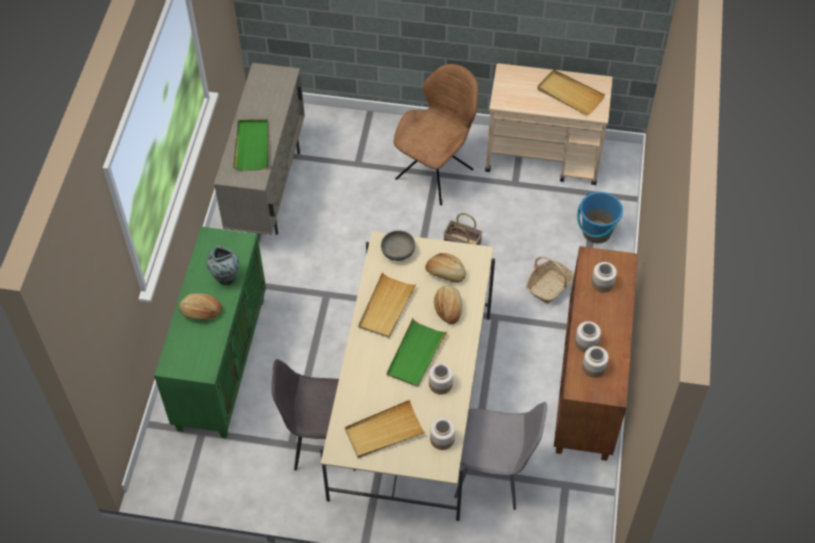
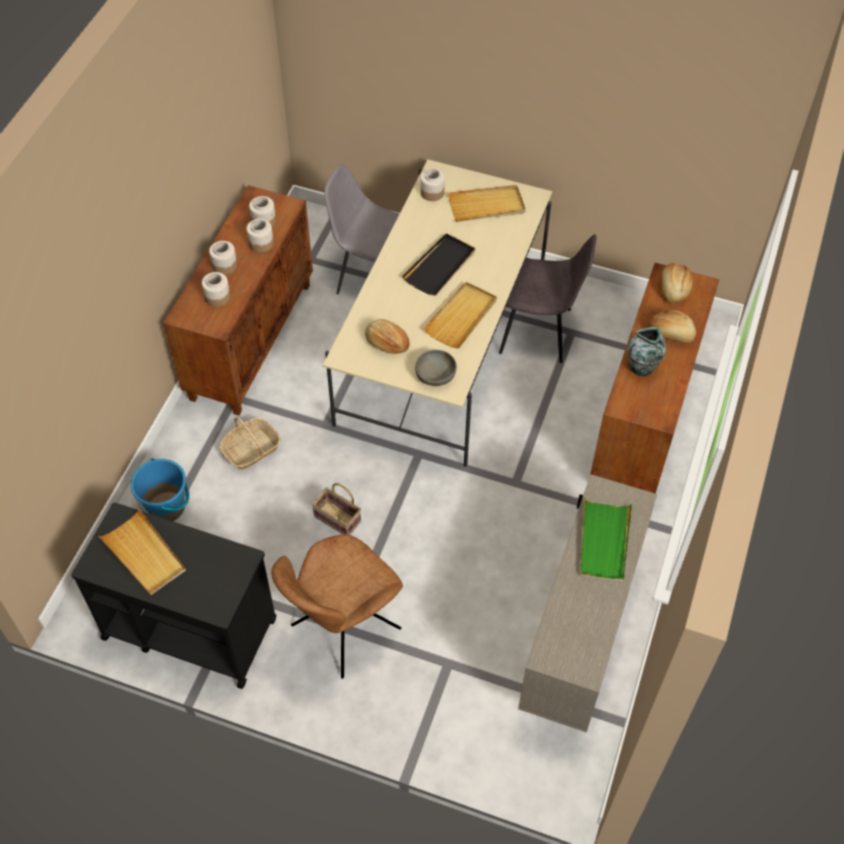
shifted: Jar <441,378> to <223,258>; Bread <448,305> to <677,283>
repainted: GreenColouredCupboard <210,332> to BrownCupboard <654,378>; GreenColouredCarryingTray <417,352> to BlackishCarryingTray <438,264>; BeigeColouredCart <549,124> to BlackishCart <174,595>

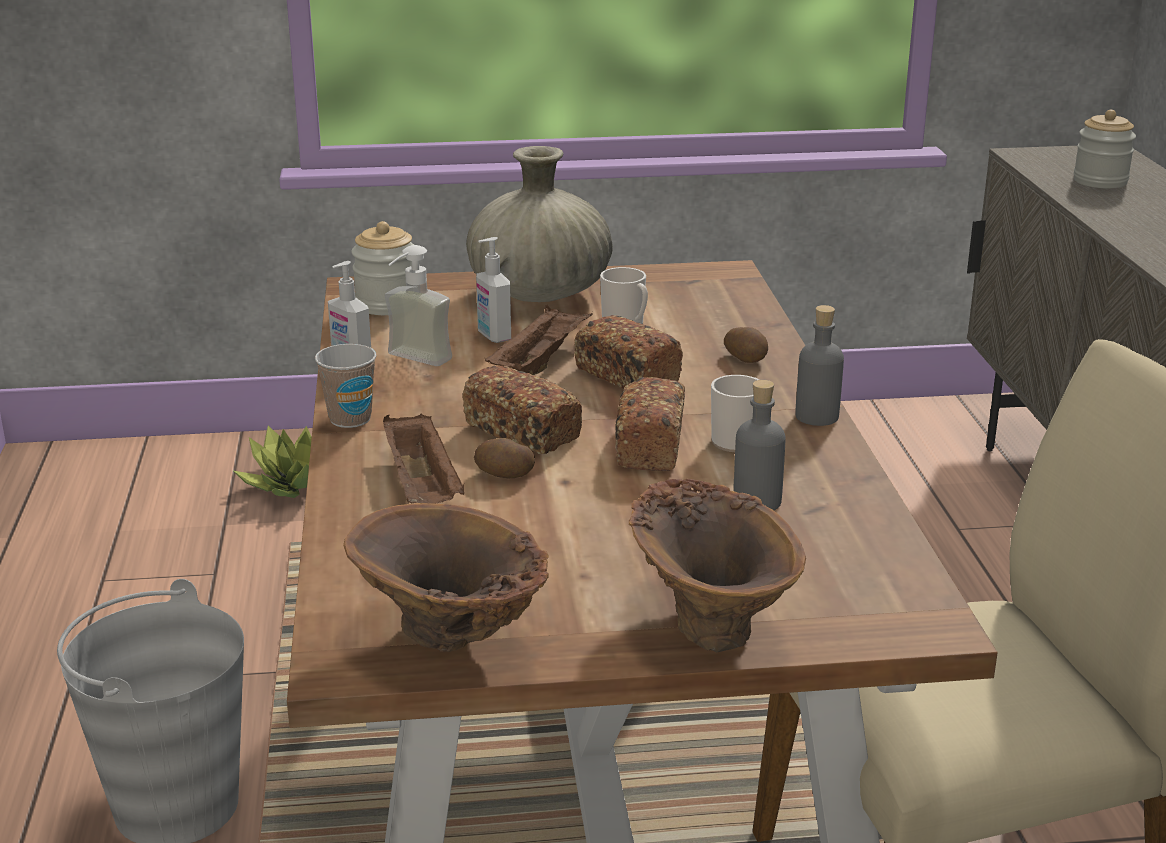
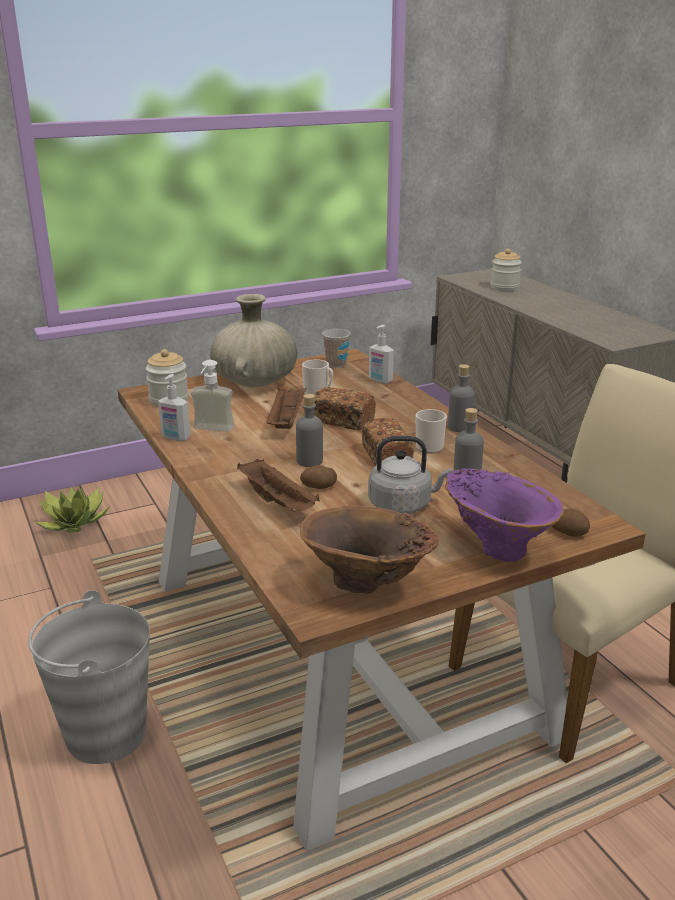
new: GreyKettle <410,475>
shifted: SmallCup <345,386> to <336,348>; SoapBottle <493,290> to <381,354>; WholePotato <746,345> to <571,523>
swapped: Bread <522,410> to GreyDrinkBottle <309,430>
repainted: BrownVase <717,565> to PurpleColouredVase <504,515>

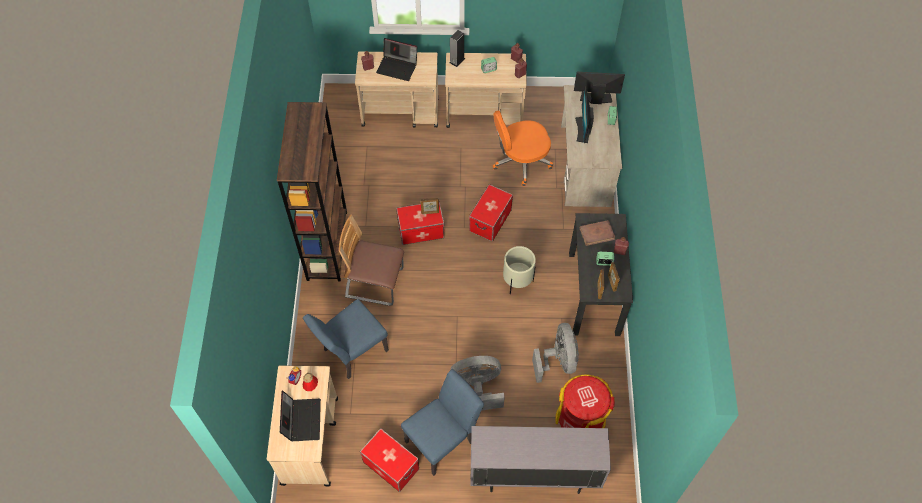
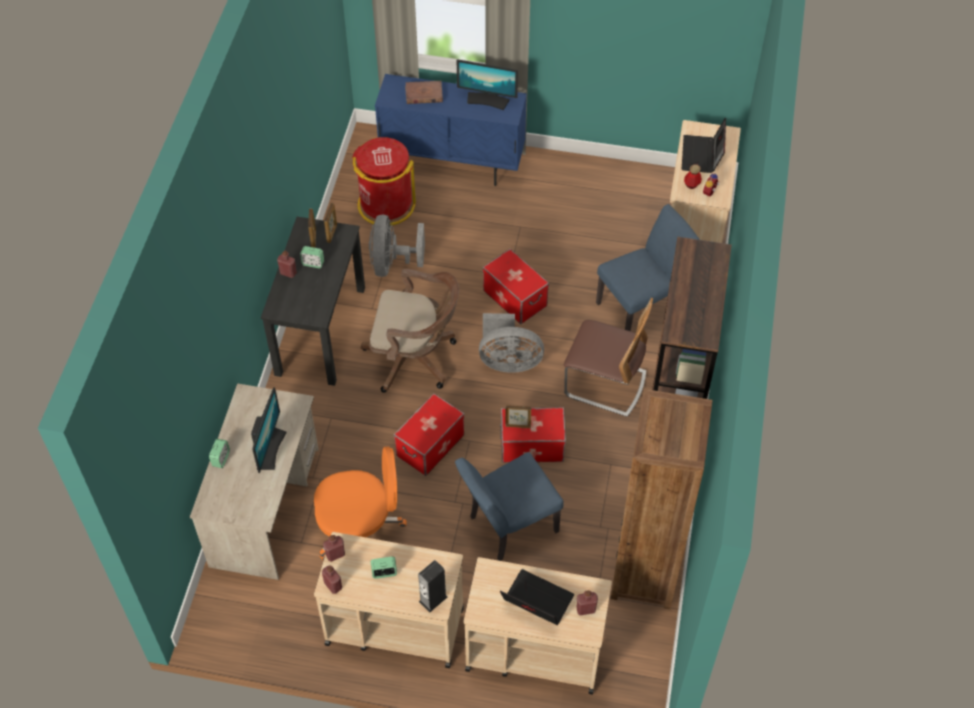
new: BrownShelvingUnit <662,499>
shifted: StorageBin <389,460> to <516,286>; BlueColouredUprightChair <442,422> to <509,506>; GreyElectricFan <477,383> to <511,343>; Monitor <599,88> to <487,84>; BrownVolume <597,233> to <424,92>
swapped: BeigeColouredPlanter <519,270> to BrownComputerChair <410,331>
repainted: GreyCupboard <540,460> to BlueColouredCupboard <451,130>

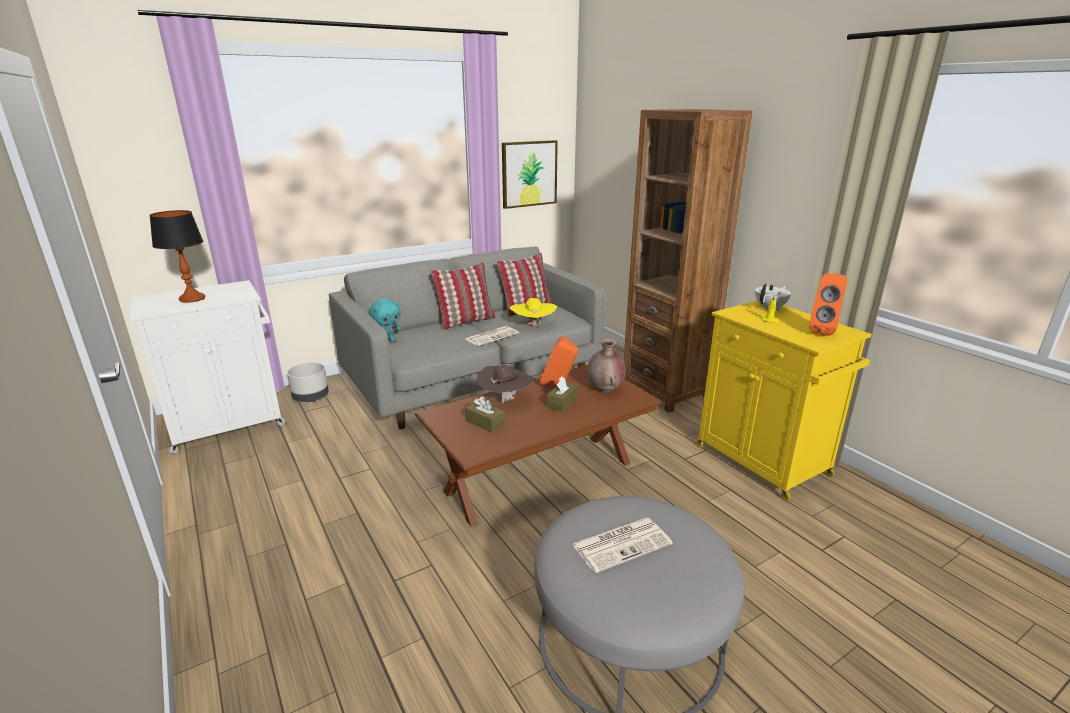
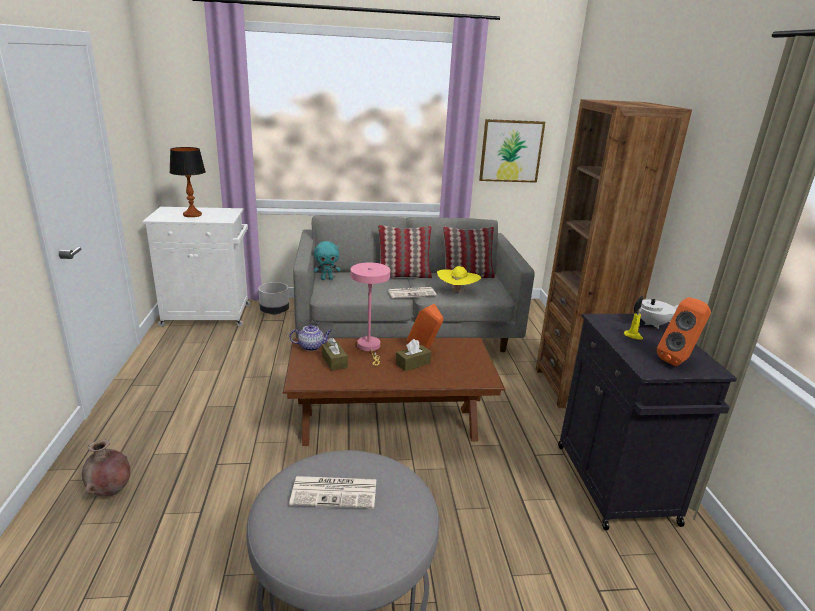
new: TeaPot <310,338>
shifted: BrownVase <607,366> to <106,467>
swapped: BrownHat <505,384> to PinkColouredTableLamp <370,314>
repainted: YellowCupboard <783,401> to BlackishCupboard <647,422>

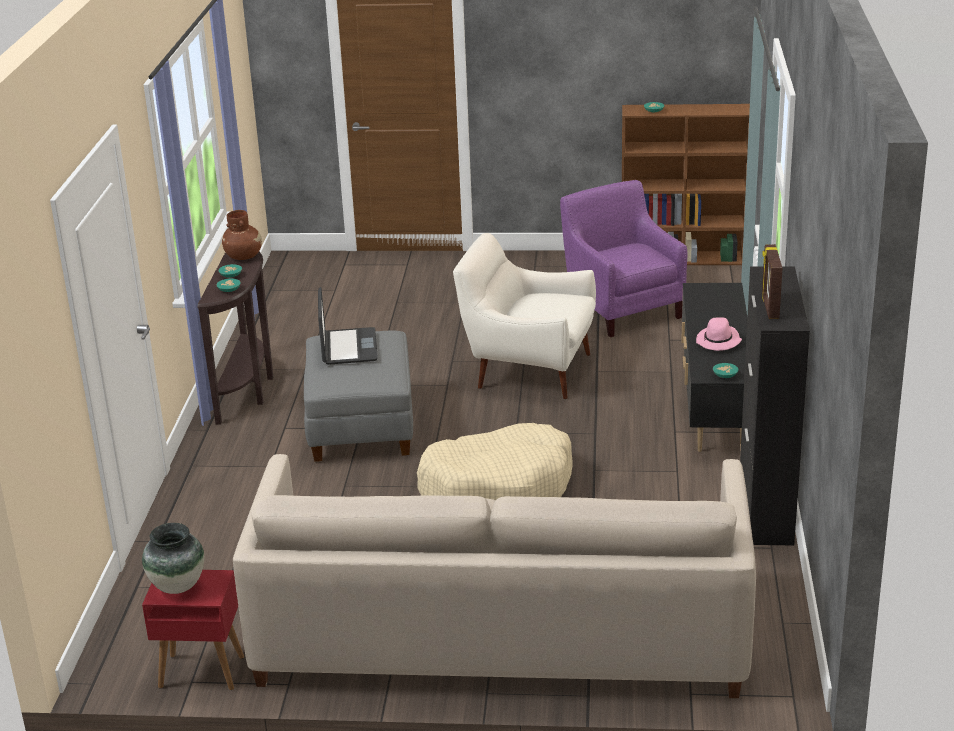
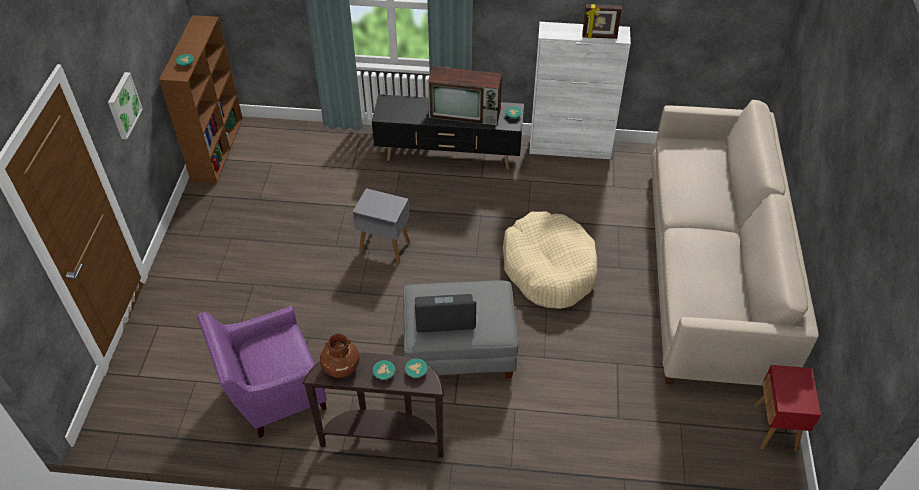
gone: Vase <173,558>
new: WallPicture <125,105>
shifted: PurpleColouredLoungeChair <623,258> to <262,372>
swapped: WhiteColouredLoungeChair <524,316> to GreySideTable <381,225>; PinkColouredHat <719,334> to Tv <465,96>
repainted: BlackishCupboard <775,406> to WhiteColouredCupboard <580,90>

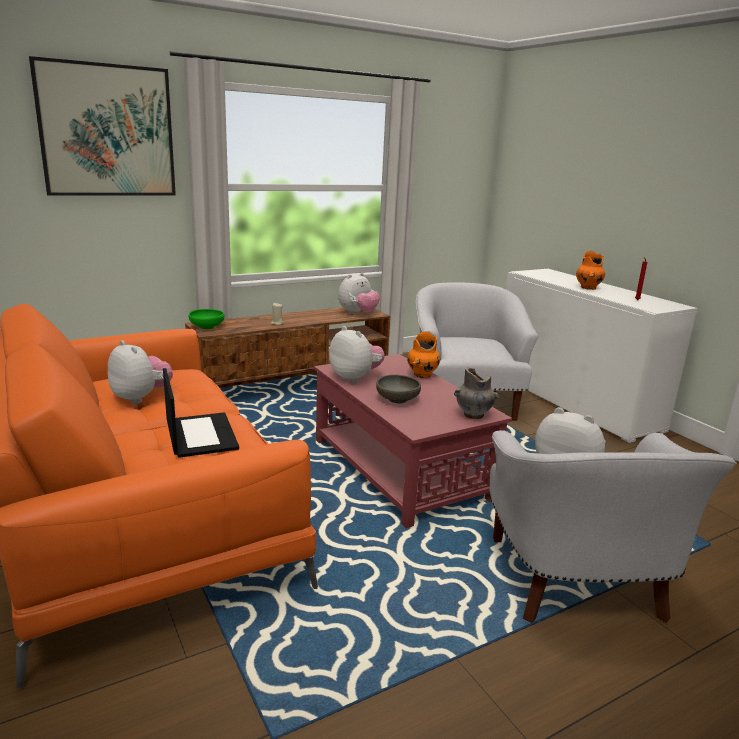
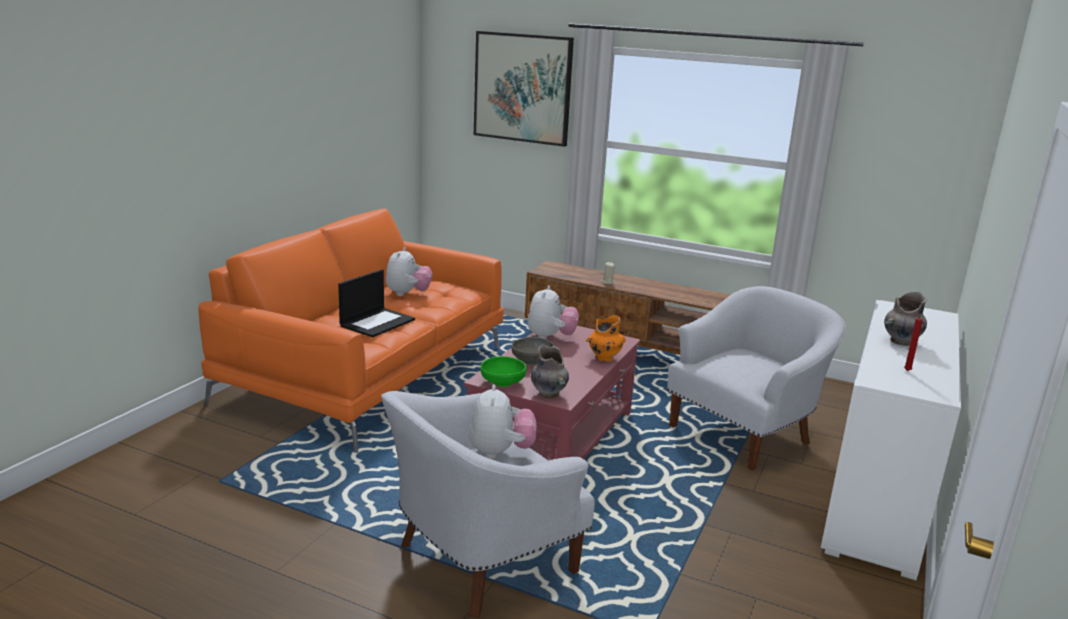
gone: SoftToy <359,293>
shifted: GreenColouredBowl <206,319> to <503,371>
repainted: OrangeyVase <590,270> to GreyVase <905,319>

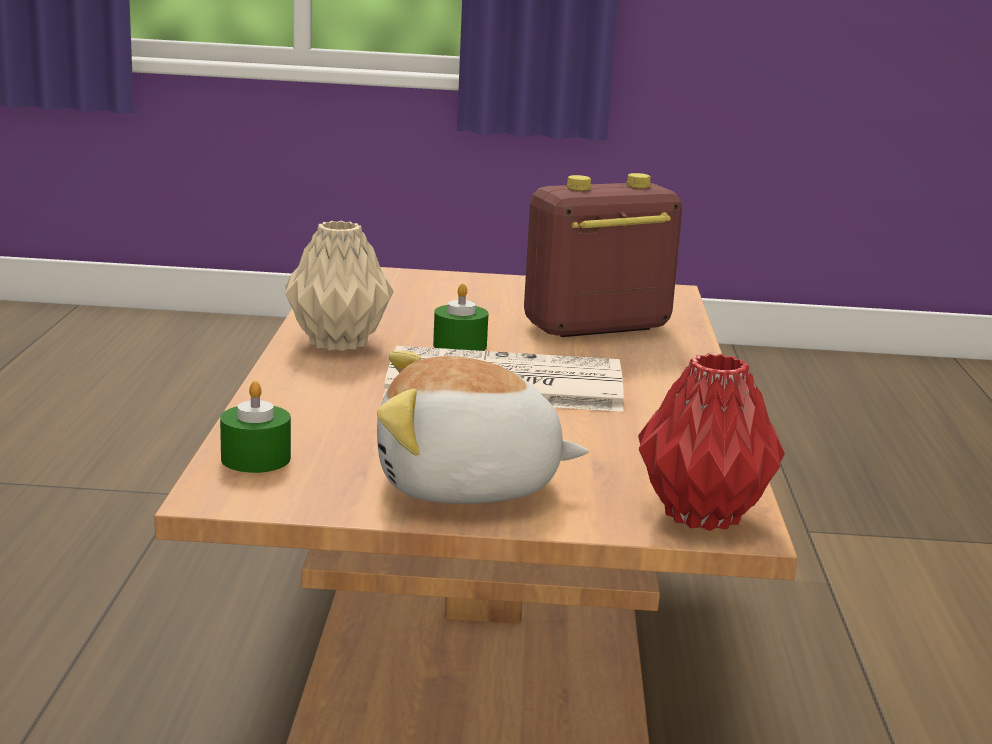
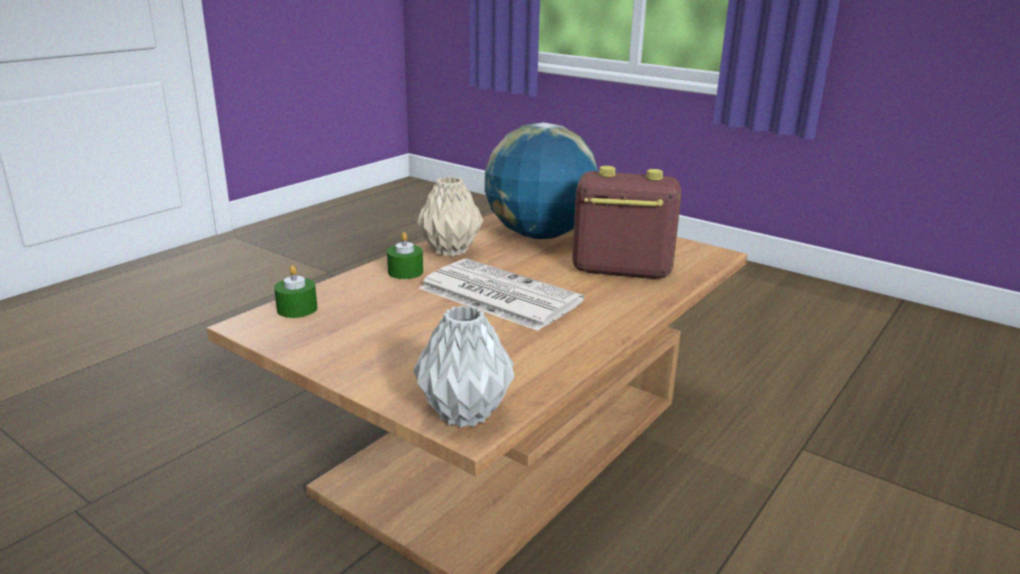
gone: SoftToy <483,427>
new: Globe <541,180>
shifted: GreenColouredCandle <461,317> to <405,255>
repainted: RedColouredVase <711,442> to GreyVase <464,366>

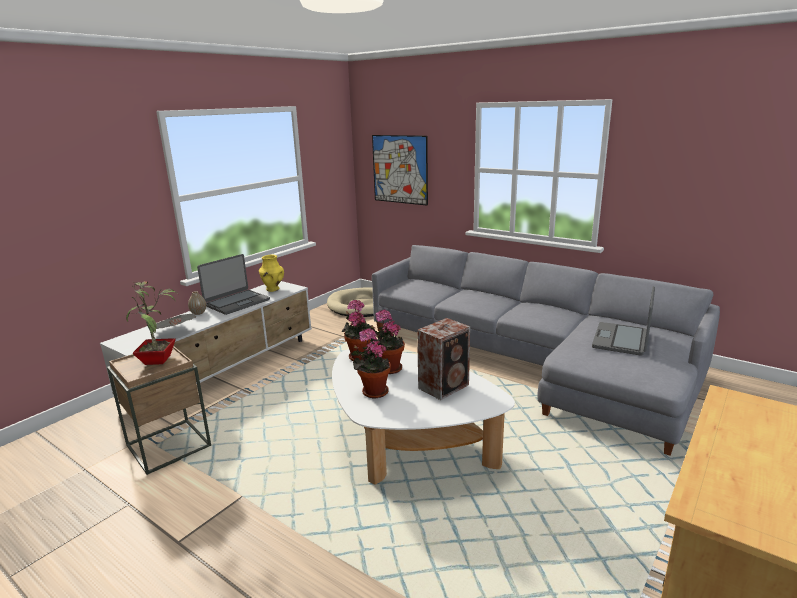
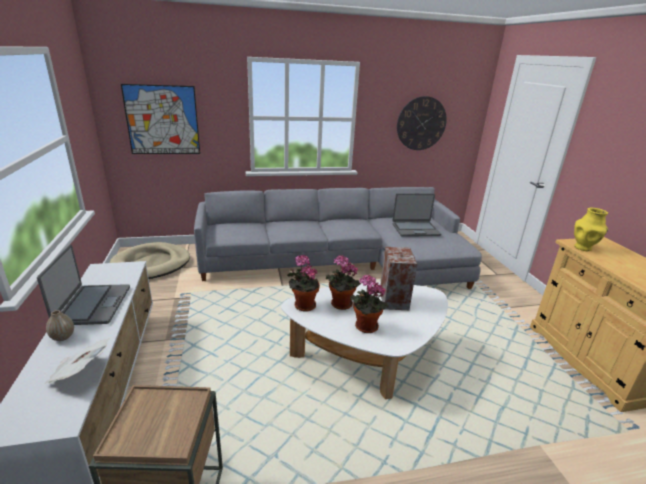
gone: PlantInAPot <151,323>
new: ClockOnTheWall <422,123>
shifted: YellowVase <271,273> to <591,229>
rotated: NotebookComputer <623,321> = <416,215> 75 degrees counterclockwise

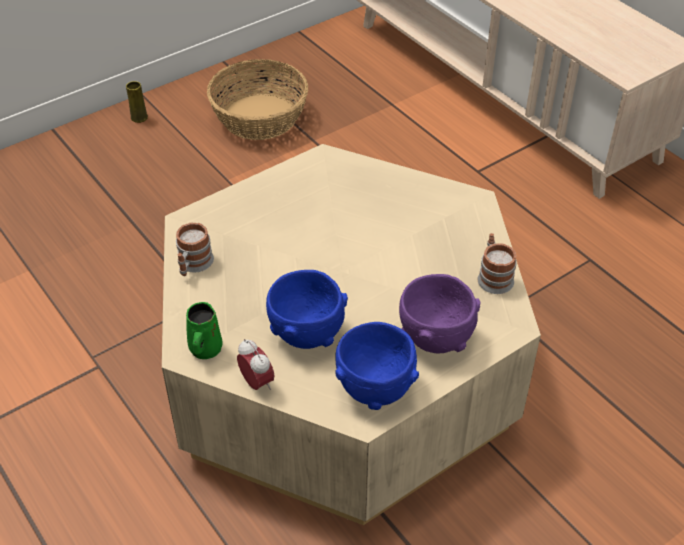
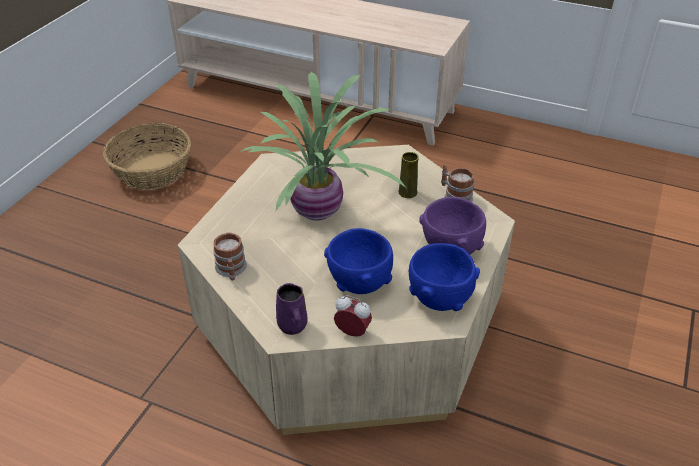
new: PlantInAPot <323,146>
shifted: YellowVase <137,102> to <408,175>
repainted: GreenColouredTeaMug <204,330> to PurpleColouredTeaMug <292,309>

